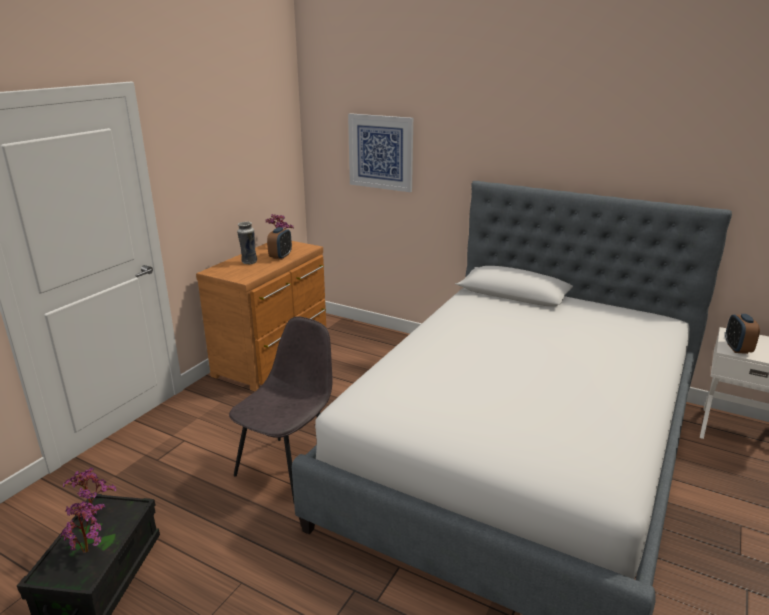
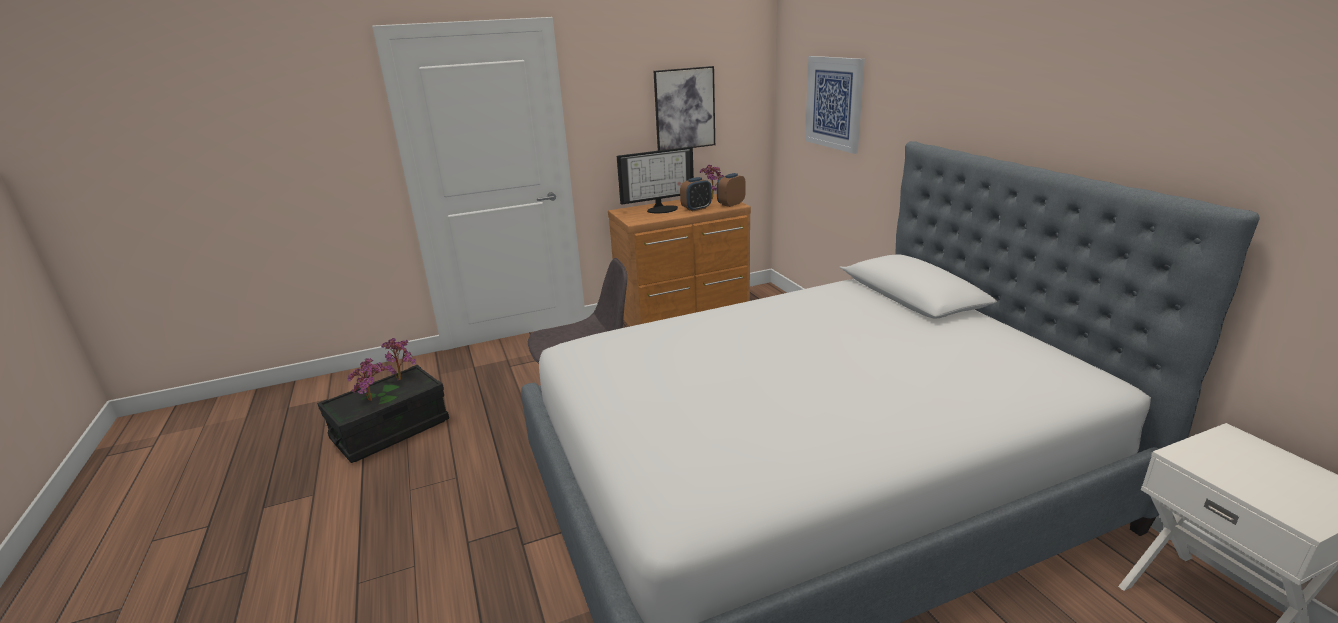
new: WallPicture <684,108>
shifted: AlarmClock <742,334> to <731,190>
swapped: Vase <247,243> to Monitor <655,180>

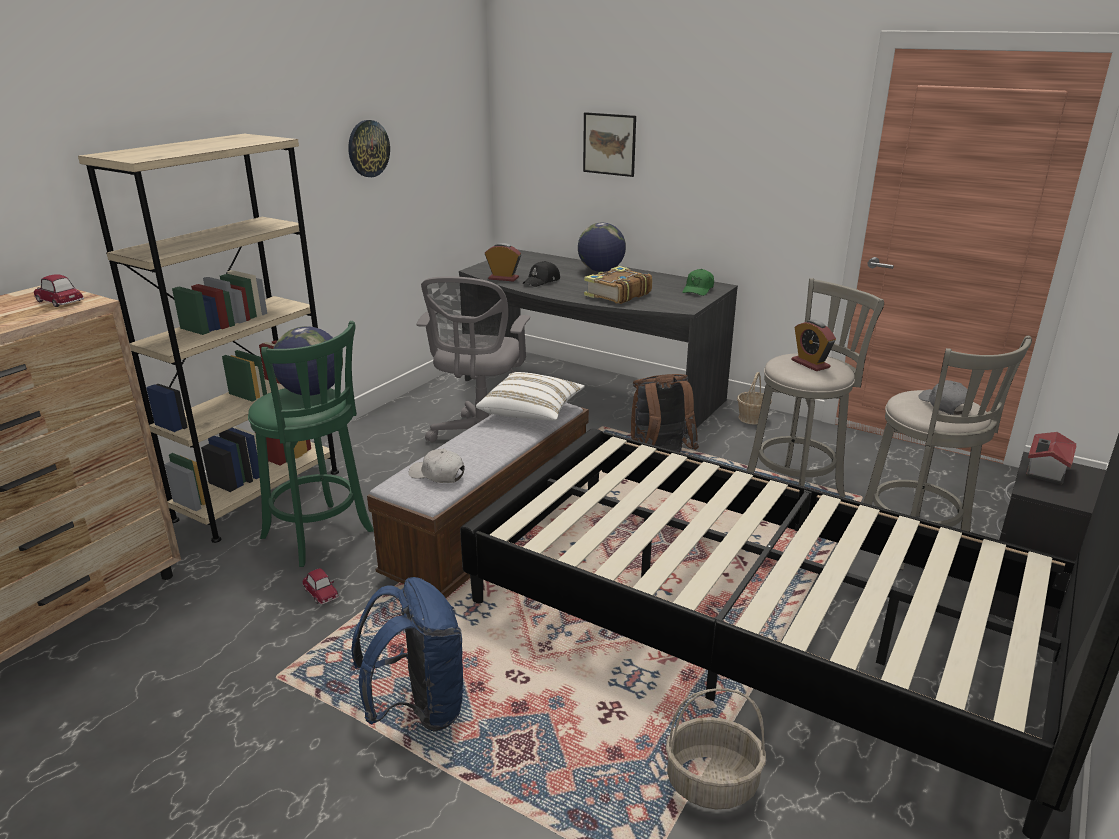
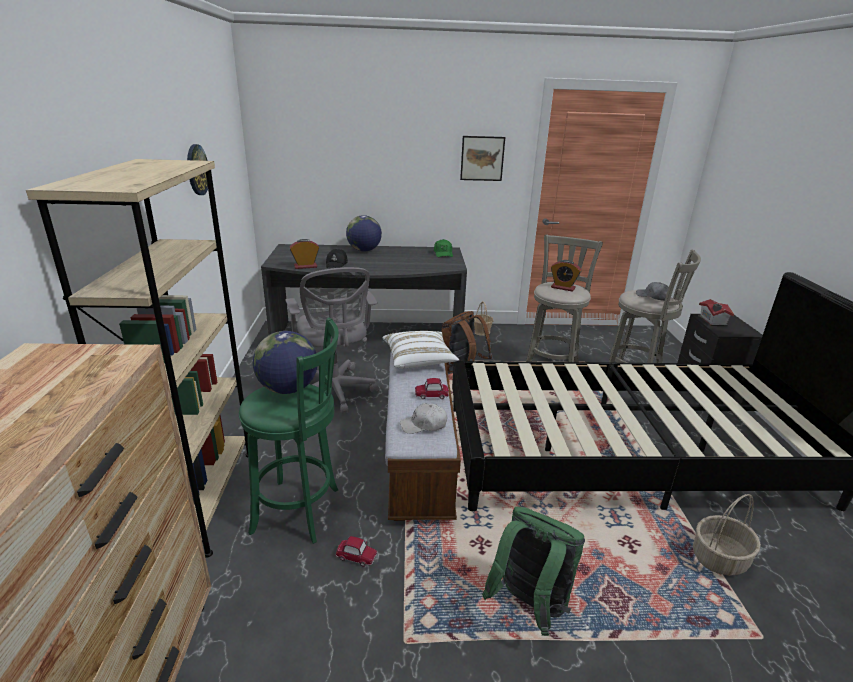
gone: Volume <618,285>
shifted: ModelCar <59,290> to <432,388>; WallPicture <609,144> to <482,158>
repainted: BlueColouredBackpack <408,654> to GreenColouredBackpack <533,571>

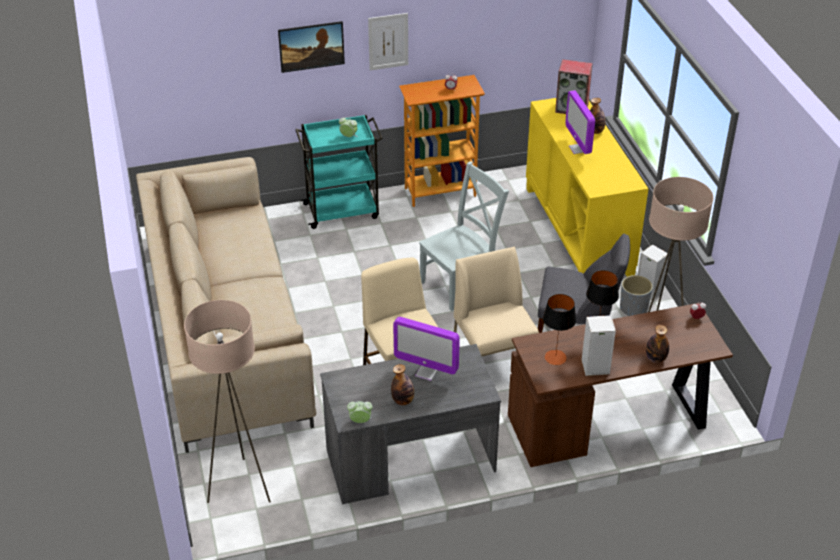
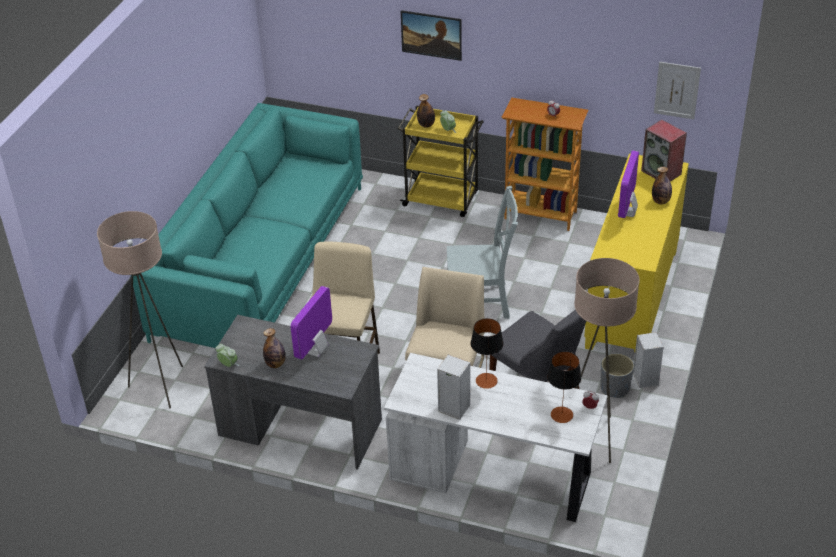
shifted: WallPicture <388,41> to <677,90>; TableLamp <559,329> to <564,387>; DrinkBottle <657,344> to <426,111>
repainted: BeigeColouredCouch <226,305> to TurquoiseCouch <248,225>; TurquoiseCart <339,172> to YellowCart <440,161>; BrownDesk <620,385> to WhiteColouredDesk <496,437>
rotated: Monitor <426,349> = <311,323> 60 degrees clockwise

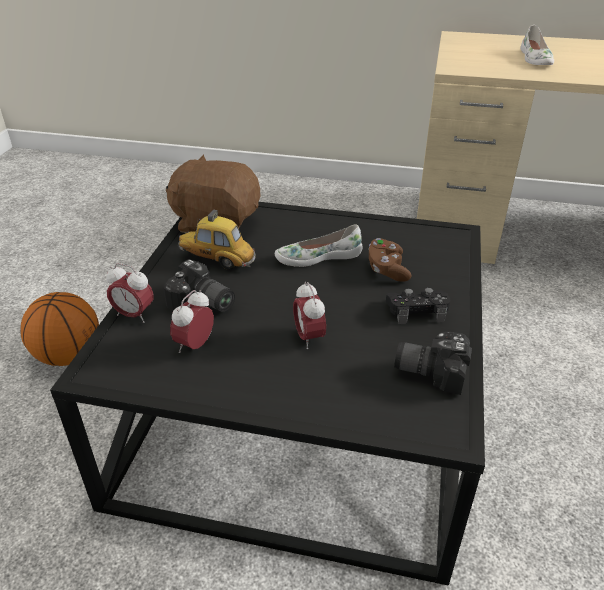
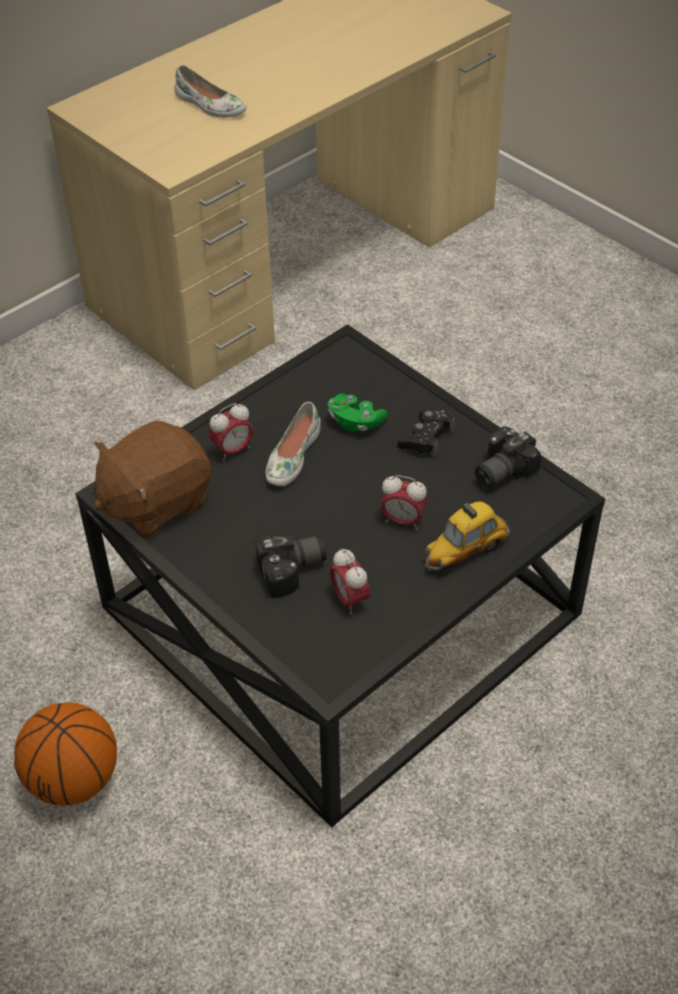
shifted: AlarmClock <130,293> to <231,431>; ModelCar <217,239> to <467,536>
repainted: BrownGameController <390,260> to GreenColouredGameController <357,412>

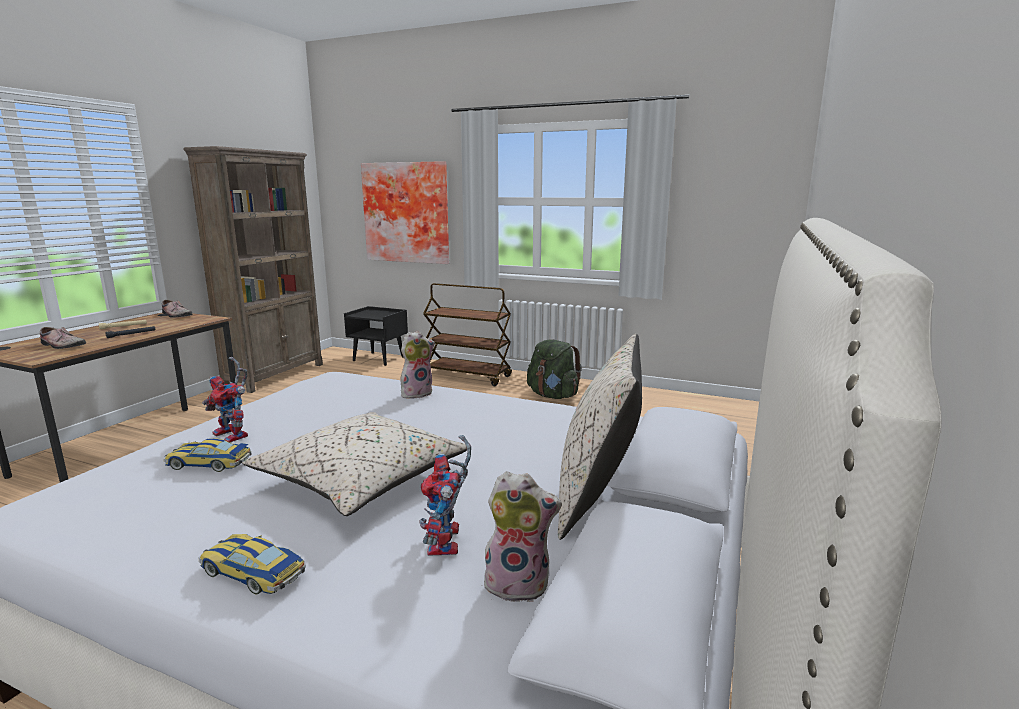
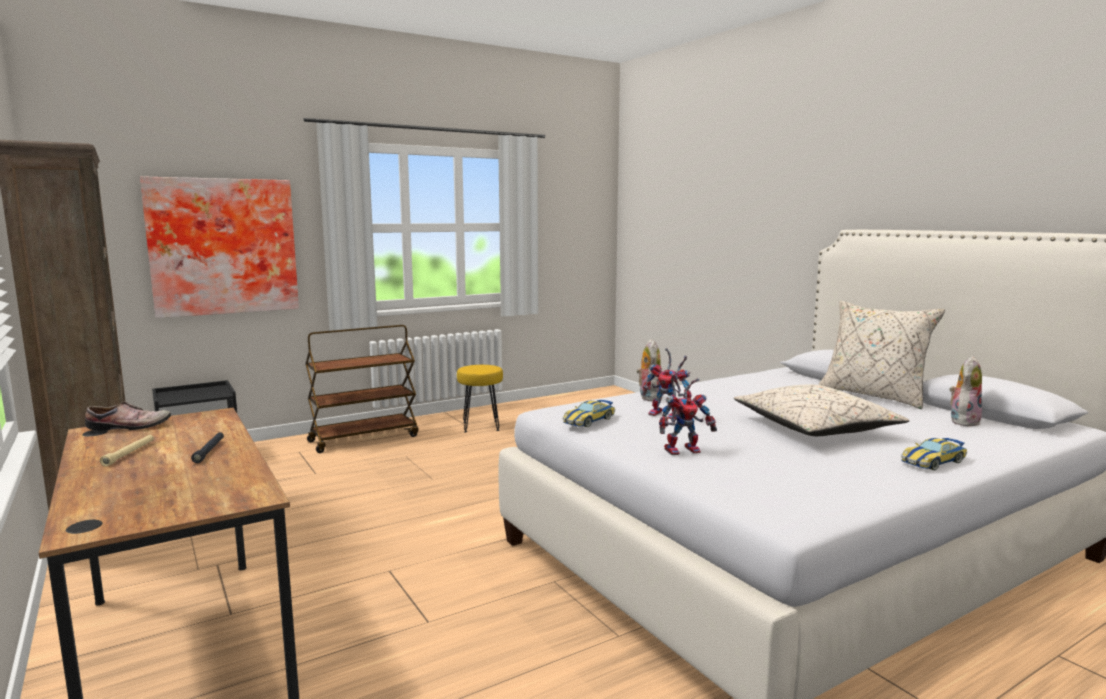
gone: LowShoe <63,338>
shifted: ModelCar <208,455> to <588,413>; ModelRobot <445,495> to <667,383>
swapped: GreenColouredBackpack <554,369> to YellowSittingStool <480,398>

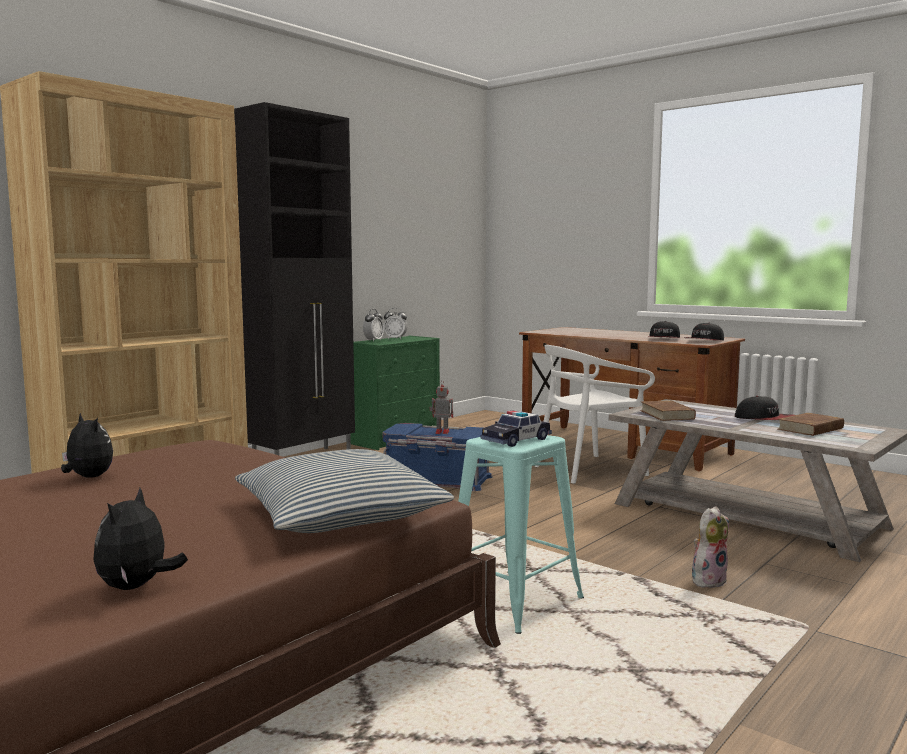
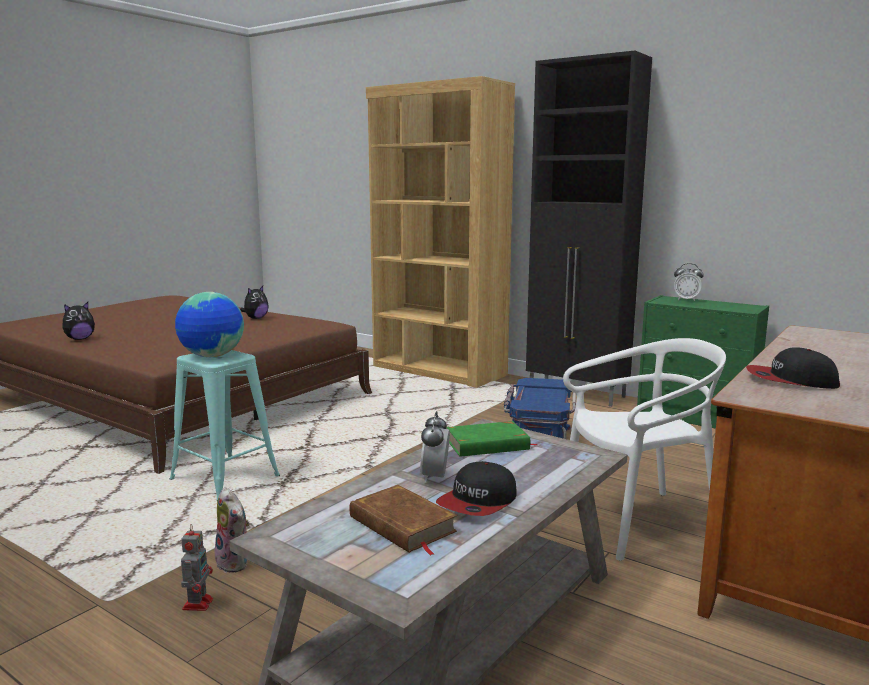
gone: ThrowPillow <344,491>; Cap <704,331>
shifted: AlarmClock <395,323> to <435,447>; ModelRobot <441,407> to <197,567>
swapped: ModelCar <516,428> to Globe <209,324>
repainted: BrownVolume <668,410> to GreenColouredVolume <492,439>
rotated: SoftToy <140,539> = <78,321> 135 degrees clockwise; WhiteColouredUprightChair <595,414> = <644,449> 105 degrees clockwise

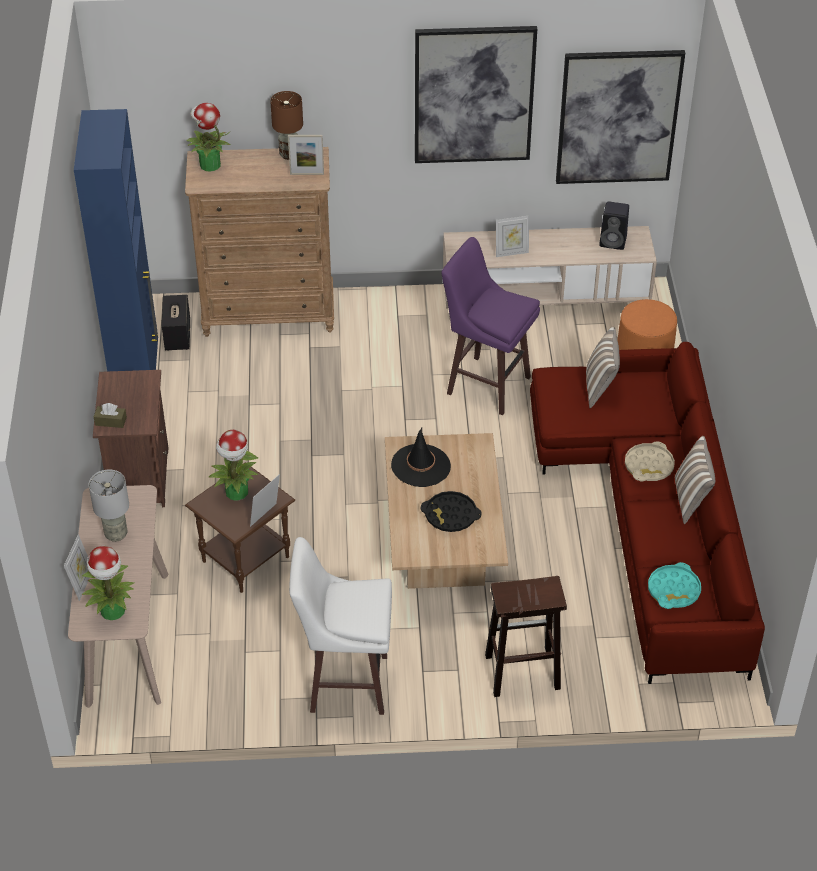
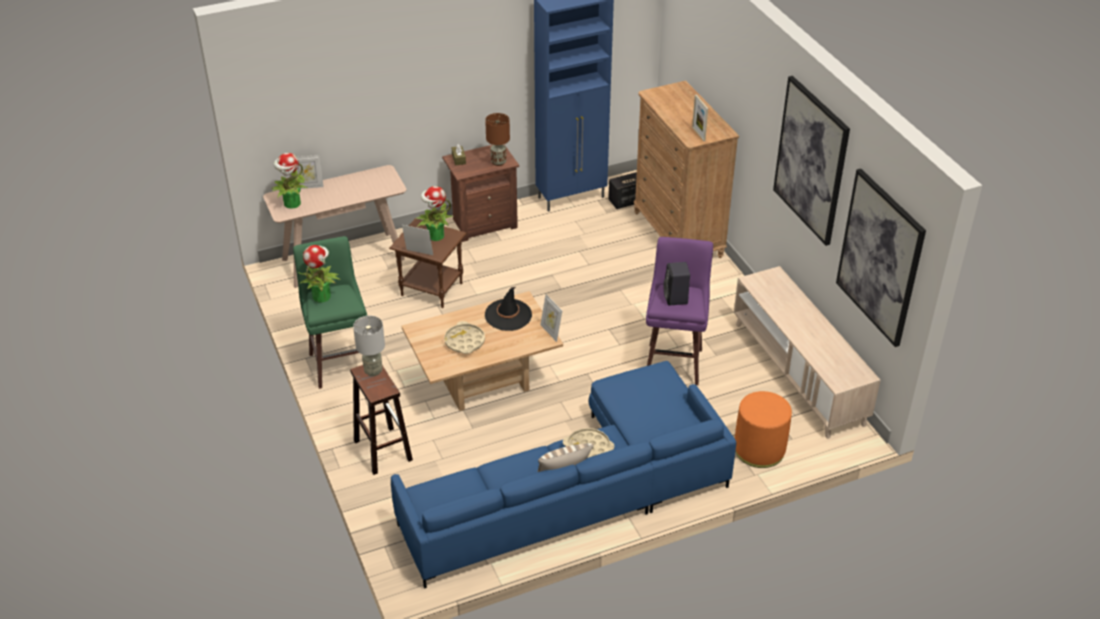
gone: ThrowPillow <603,367>; TurquoiseCarryingTray <674,585>
shifted: GreyTableLamp <109,506> to <369,346>; PlantInAPot <208,137> to <319,273>; BrownTableLamp <286,125> to <497,139>; PictureFrame <512,236> to <551,318>; BlackishAudioSpeaker <614,225> to <677,283>
repainted: WhiteColouredSittingStool <340,626> to GreenColouredSittingStool <330,312>; BlackishCarryingTray <451,511> to BeigeColouredCarryingTray <464,337>; RedColouredCouch <647,512> to BlueColouredCouch <563,475>

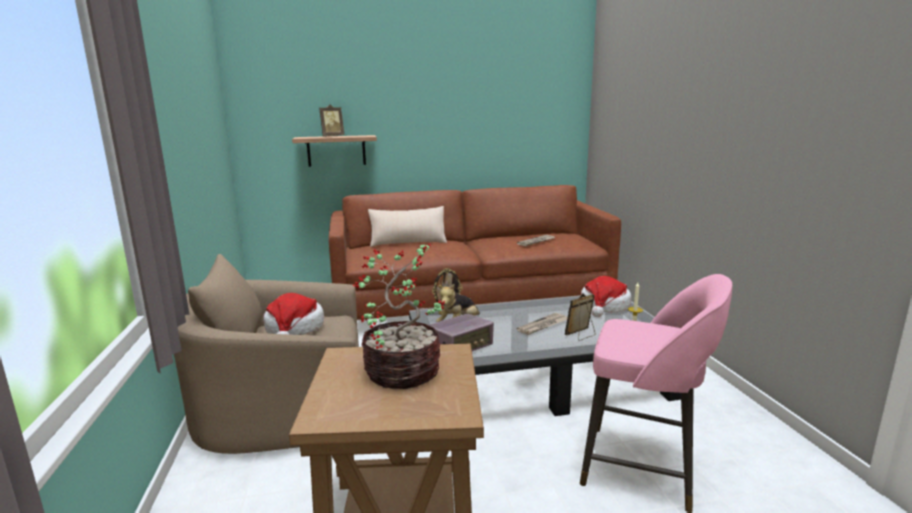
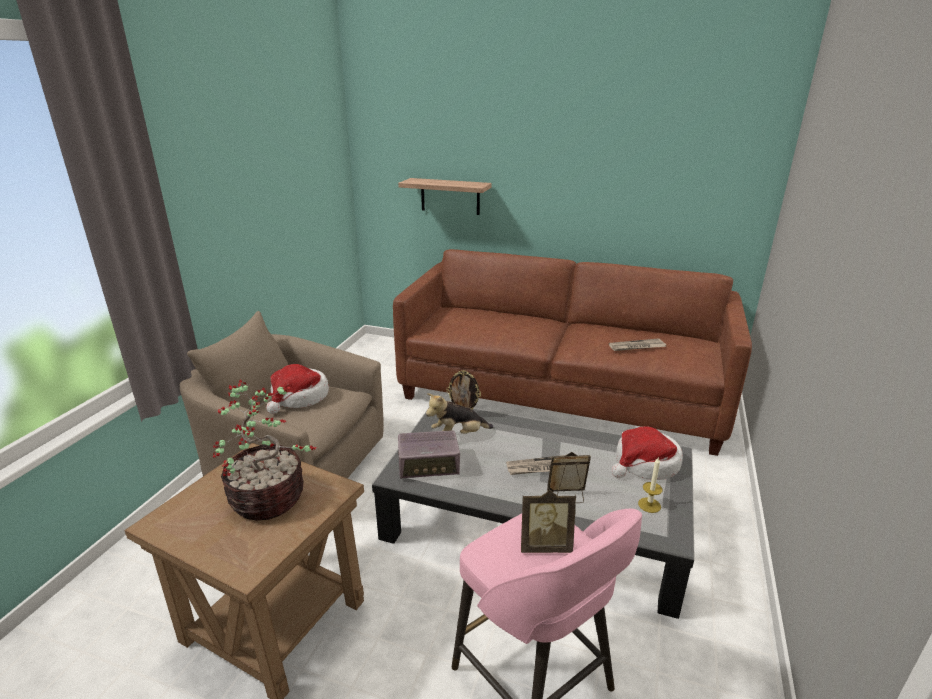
gone: BeigeColouredThrowPillow <407,226>
shifted: PictureFrame <331,121> to <548,521>

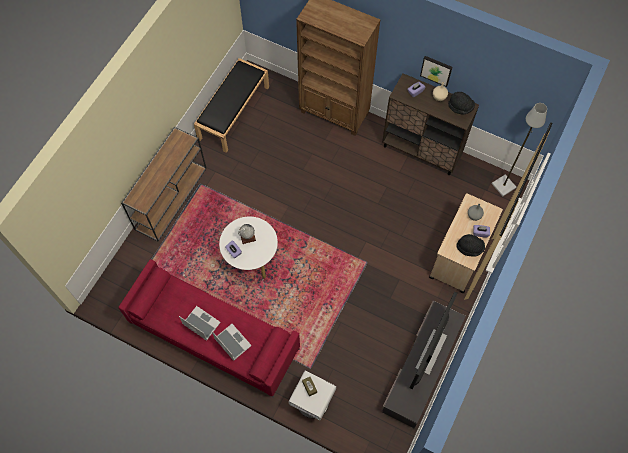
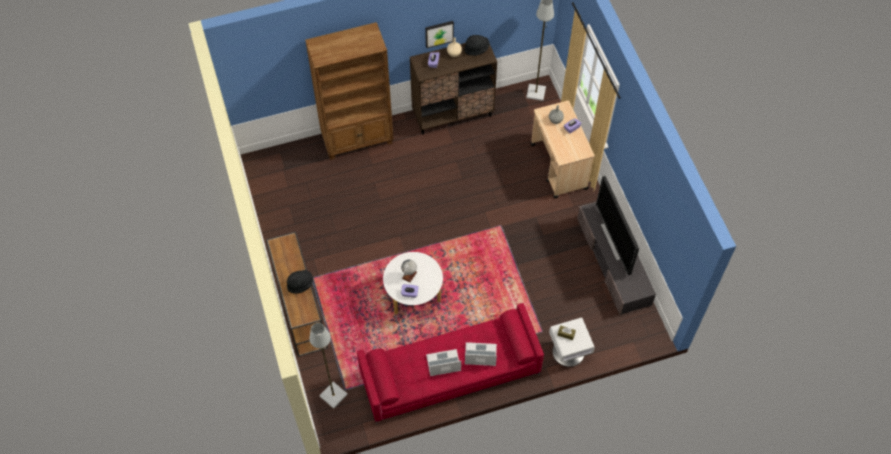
gone: BlackishBench <231,105>
new: GreyStandingLamp <328,366>
shifted: BlackishHat <470,245> to <300,282>

